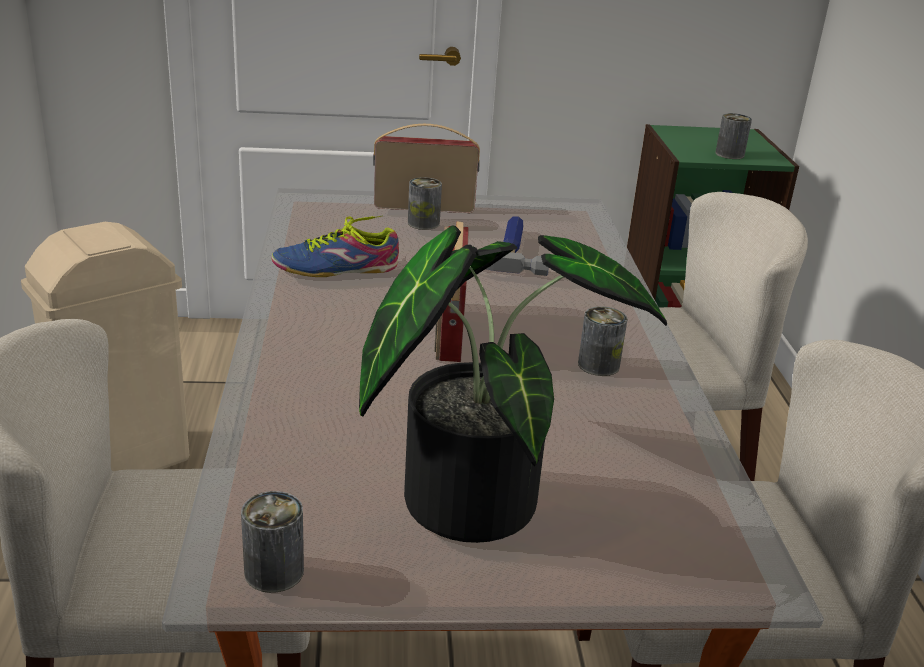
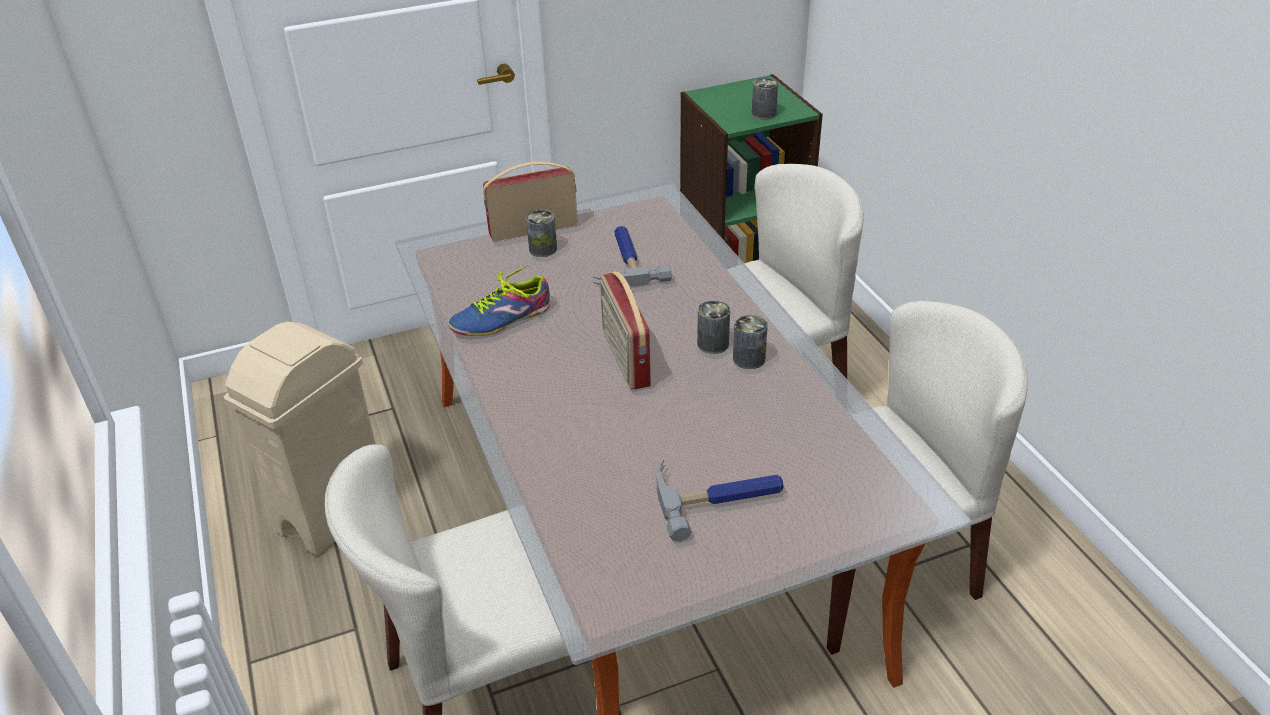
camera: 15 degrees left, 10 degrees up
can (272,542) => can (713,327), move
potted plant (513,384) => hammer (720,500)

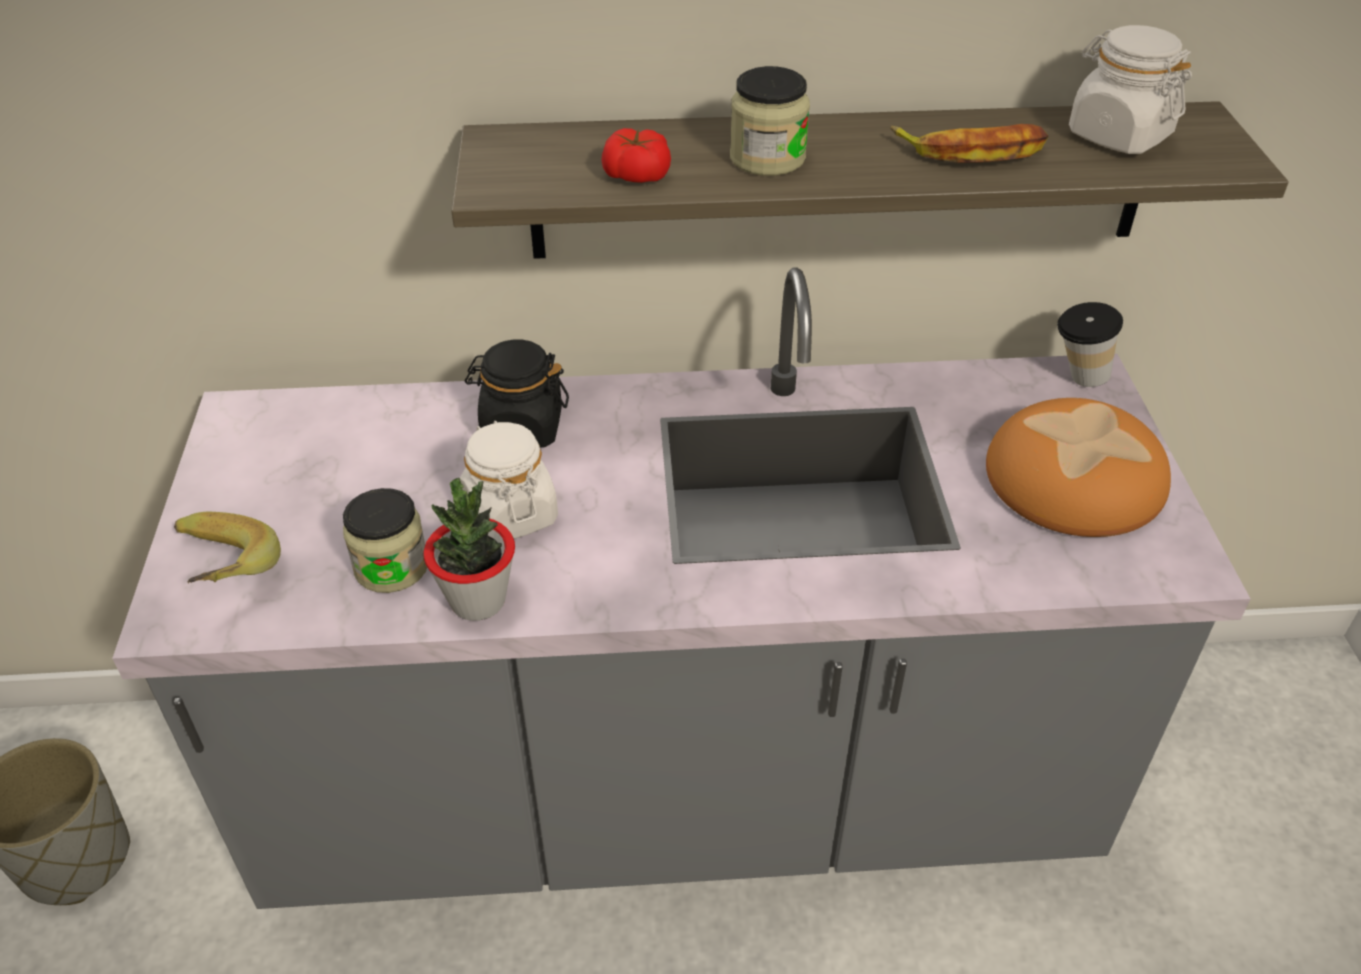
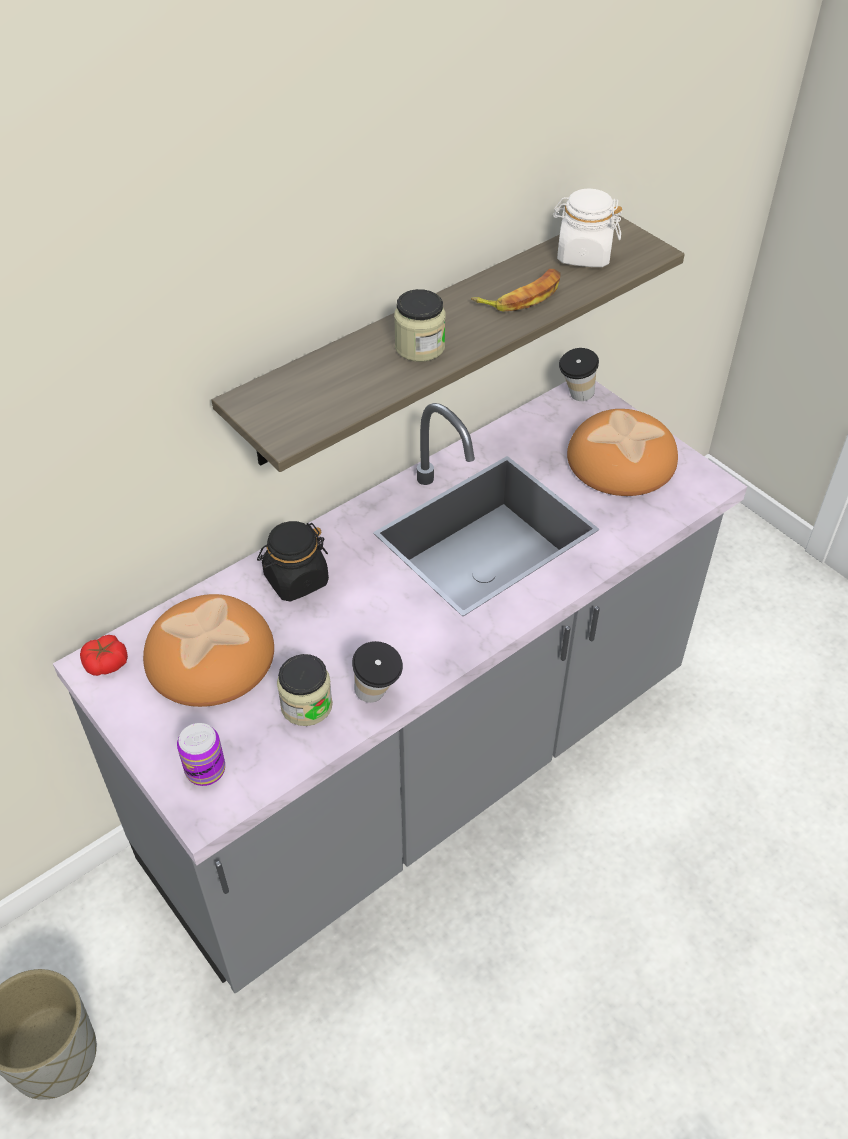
camera: 35 degrees left, 5 degrees up
banana (227,547) => can (201,754)
potted plant (469,549) => cup (377,672)
jar/white (509,480) => nothing
tomato (636,155) => tomato (104,655), move
nothing => bread (208,650)

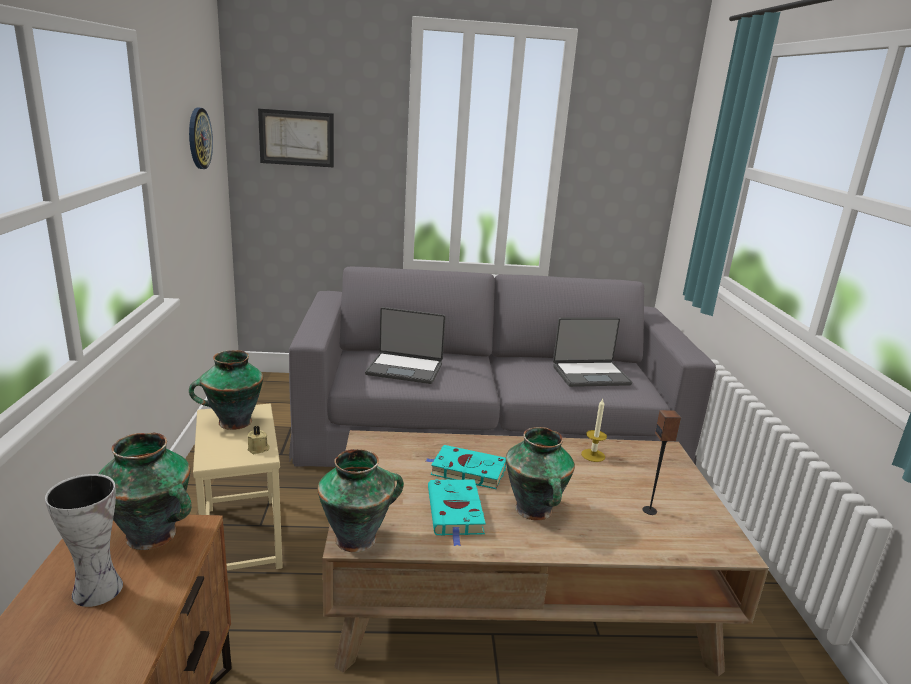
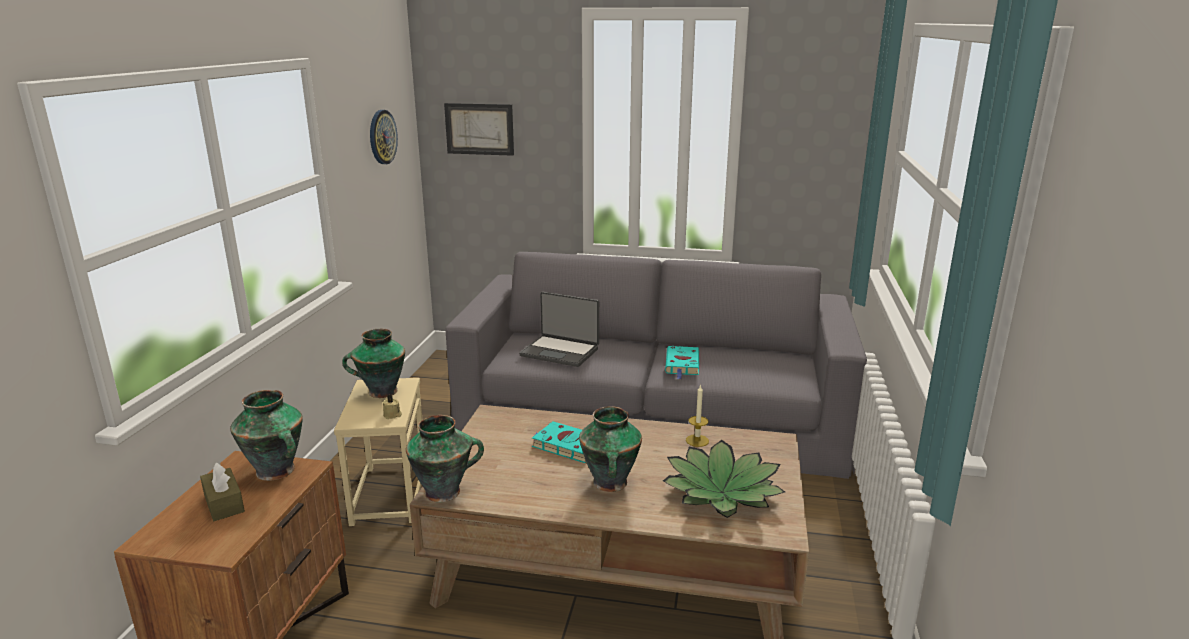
camera: 15 degrees right, 0 degrees up
vase (84,540) => tissue box/brown (222,492)
book/turquoise (457,512) => book/turquoise (682,362), move
laptop (592,352) => nothing
speaker (662,462) => potted plant (724,479)

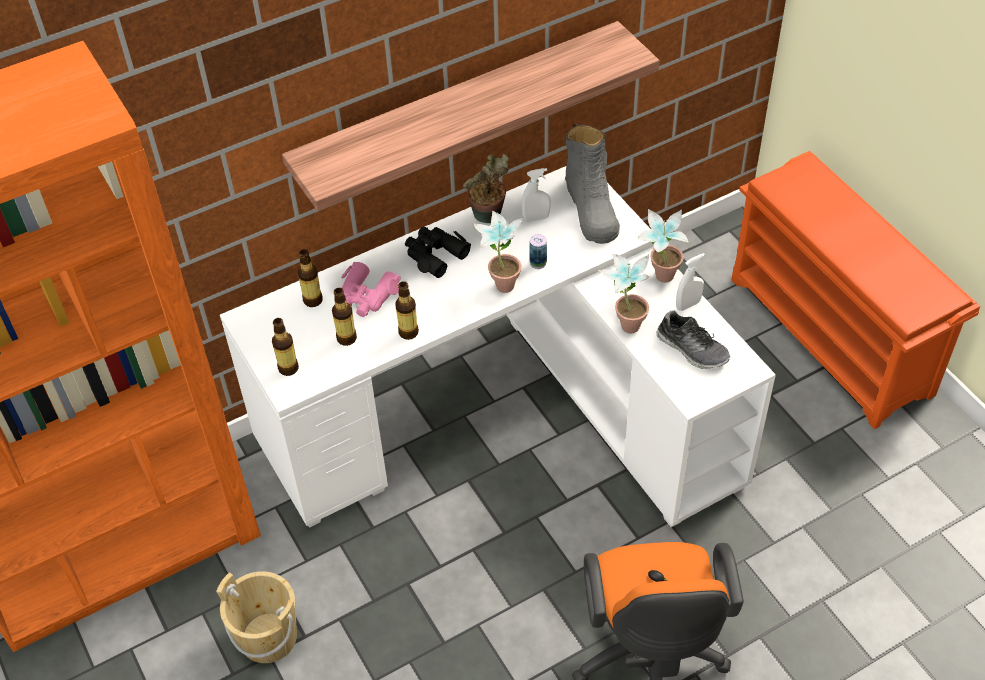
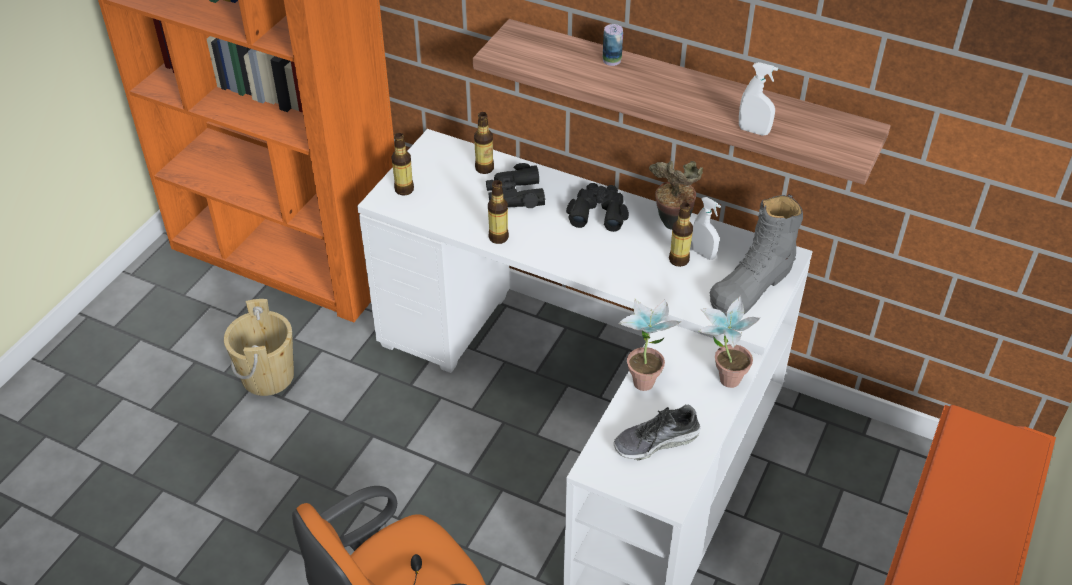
camera: 55 degrees right, 5 degrees down
bottle (344,317) => bottle (681,234), move
binoculars/pink (371,289) => binoculars/black (516,185)
potted plant (498,251) => nothing
can (538,251) => can (613,45), move
shoe (693,340) => shoe (657,433), 60 degrees clockwise
spray bottle/white (690,282) => spray bottle/white (758,98), move

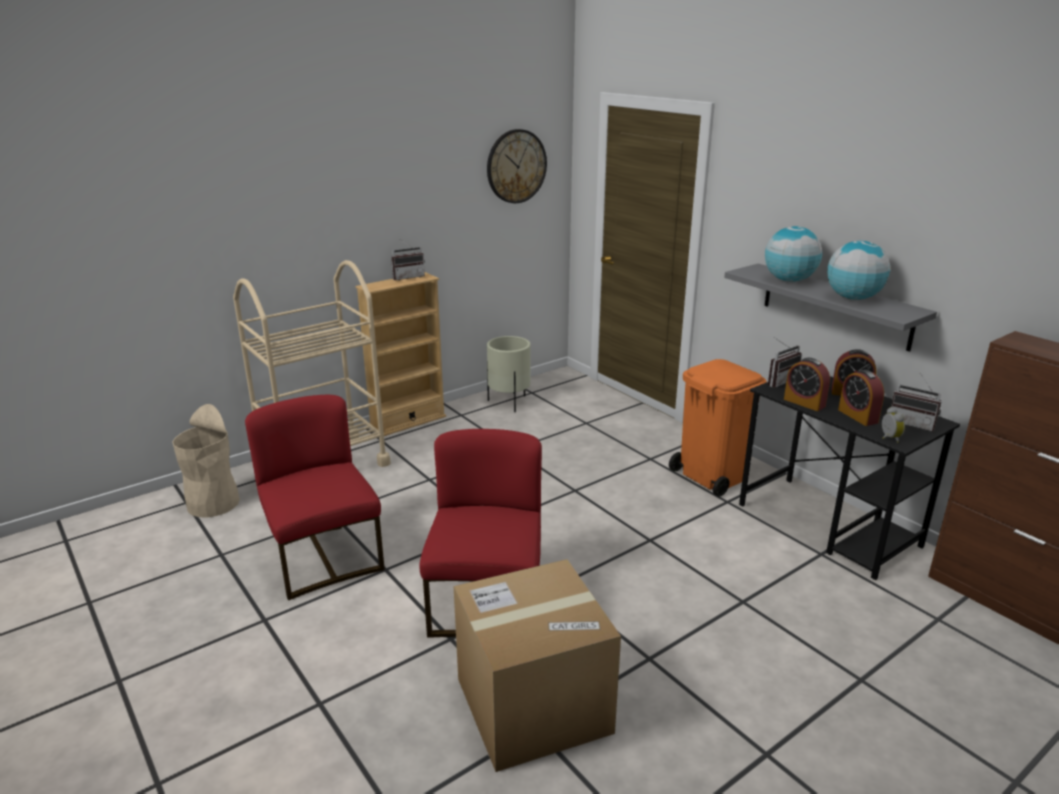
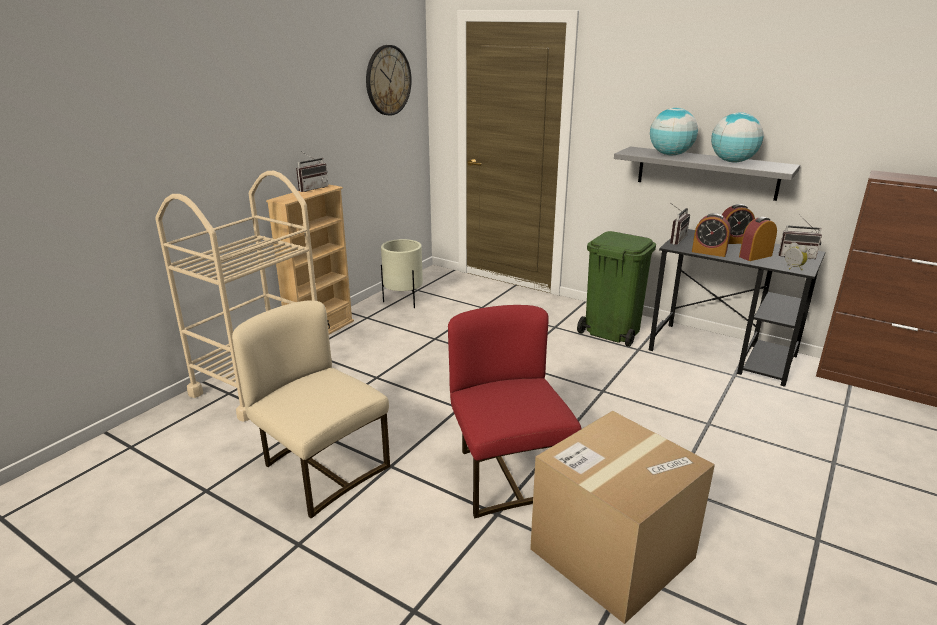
camera: 20 degrees left, 0 degrees up
trash can/beige (206,460) => nothing
chair/red (315,497) => chair/beige (311,409)
trash can/orange (718,428) => trash can/green (616,289)
alarm clock (861,398) => alarm clock (758,239), 105 degrees clockwise

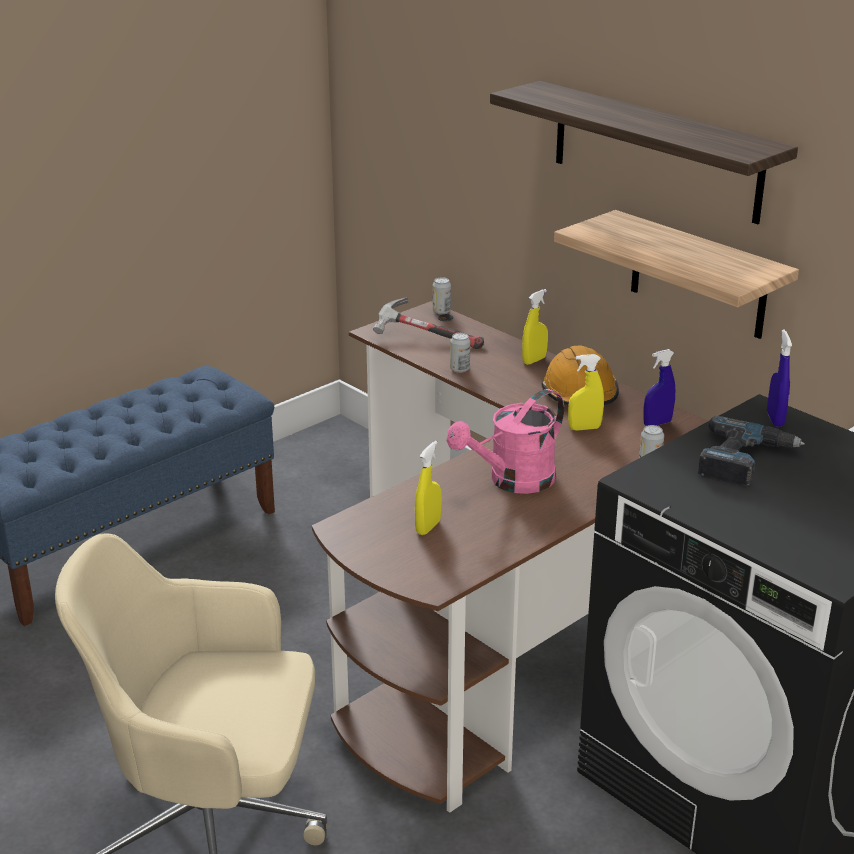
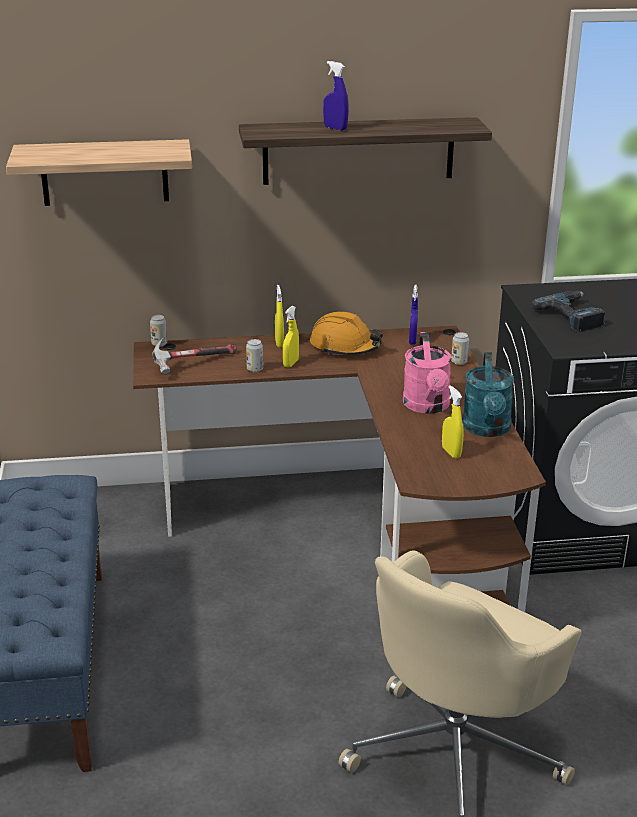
camera: 55 degrees left, 0 degrees up
shelf (676,274) => shelf (99,172), move
spray bottle/yellow (586,392) => spray bottle/yellow (291,337), move
spray bottle/blue (779,377) => spray bottle/blue (336,95), move
nothing => watering can/turquoise (488,394)

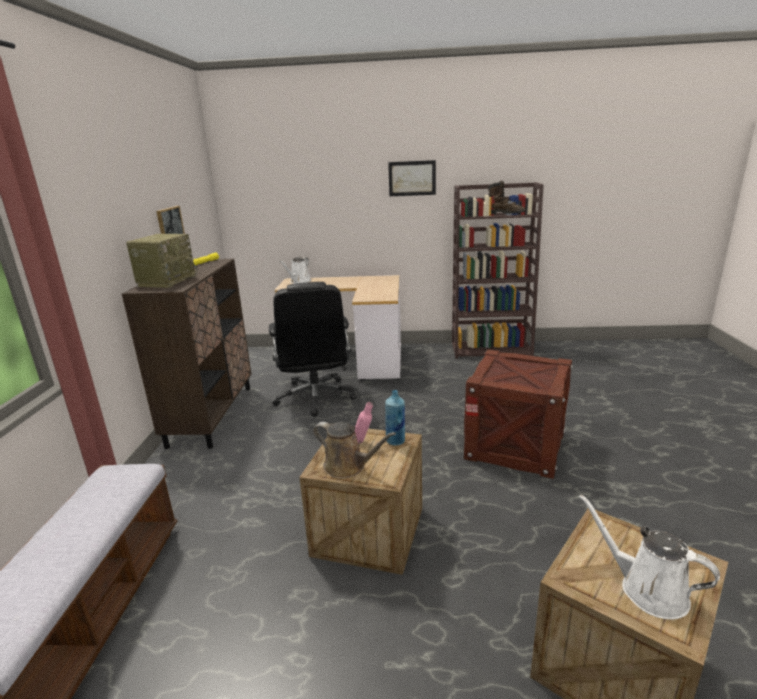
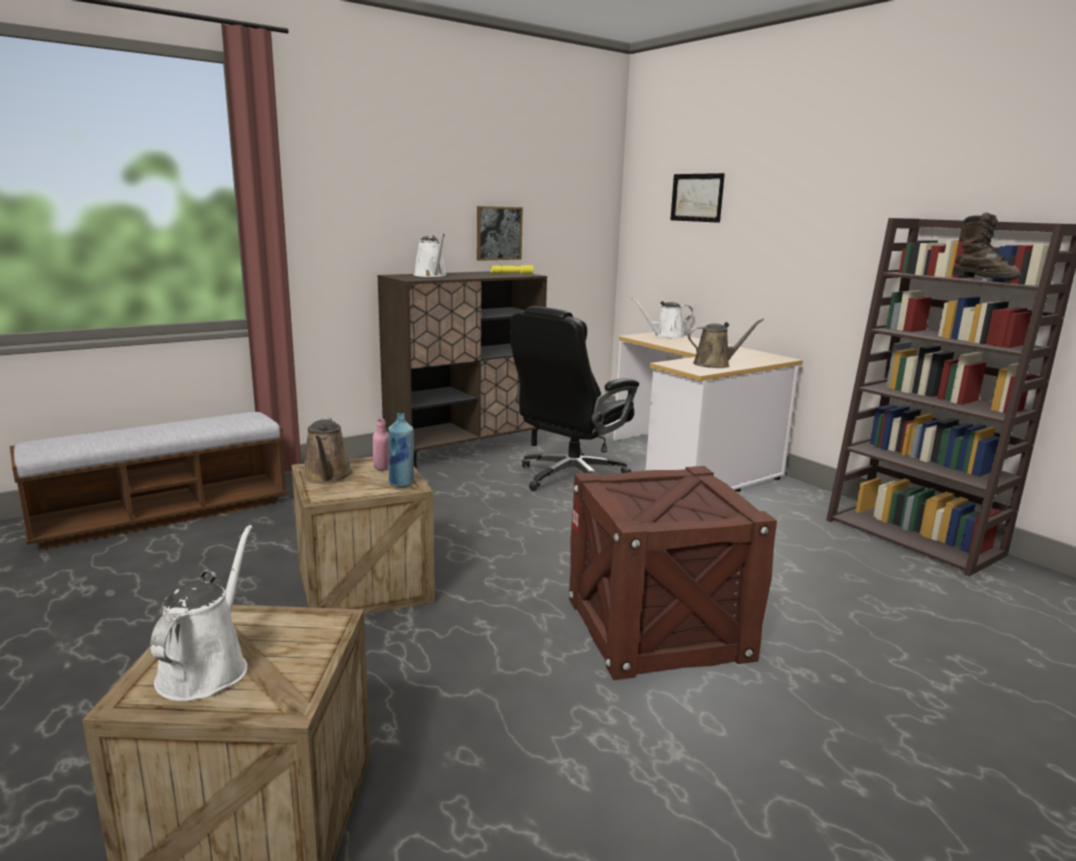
camera: 50 degrees right, 5 degrees down
radio (162,261) => watering can/white (430,255)
picture (412,178) => picture (697,198), move
nothing => watering can/brown (726,343)

